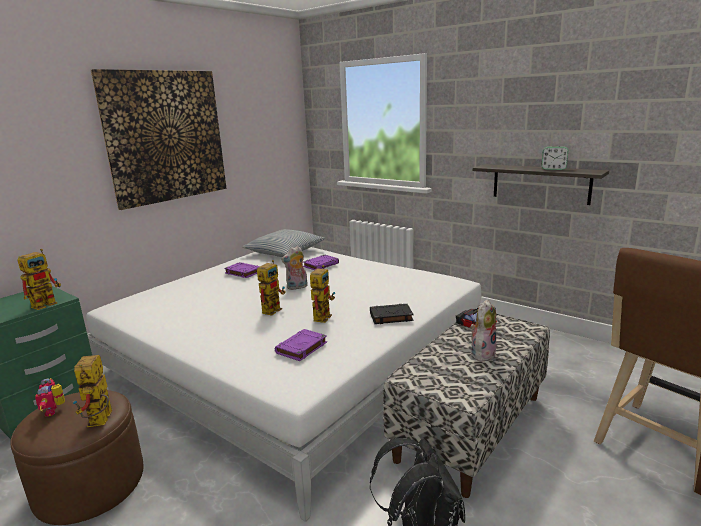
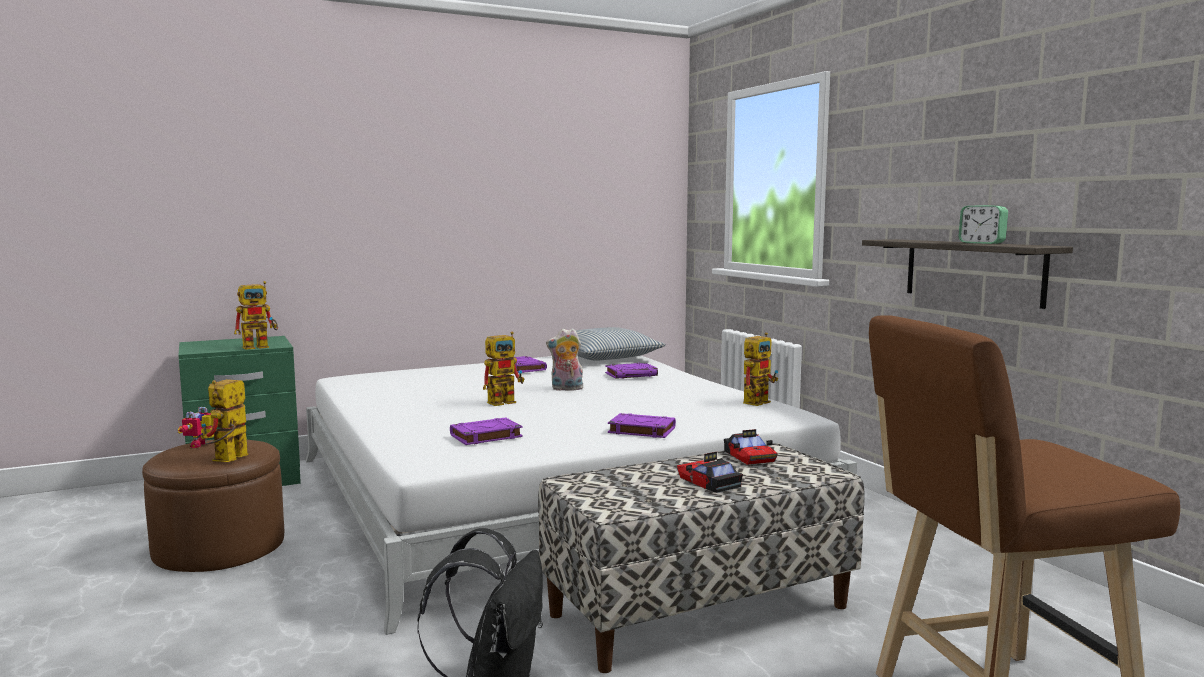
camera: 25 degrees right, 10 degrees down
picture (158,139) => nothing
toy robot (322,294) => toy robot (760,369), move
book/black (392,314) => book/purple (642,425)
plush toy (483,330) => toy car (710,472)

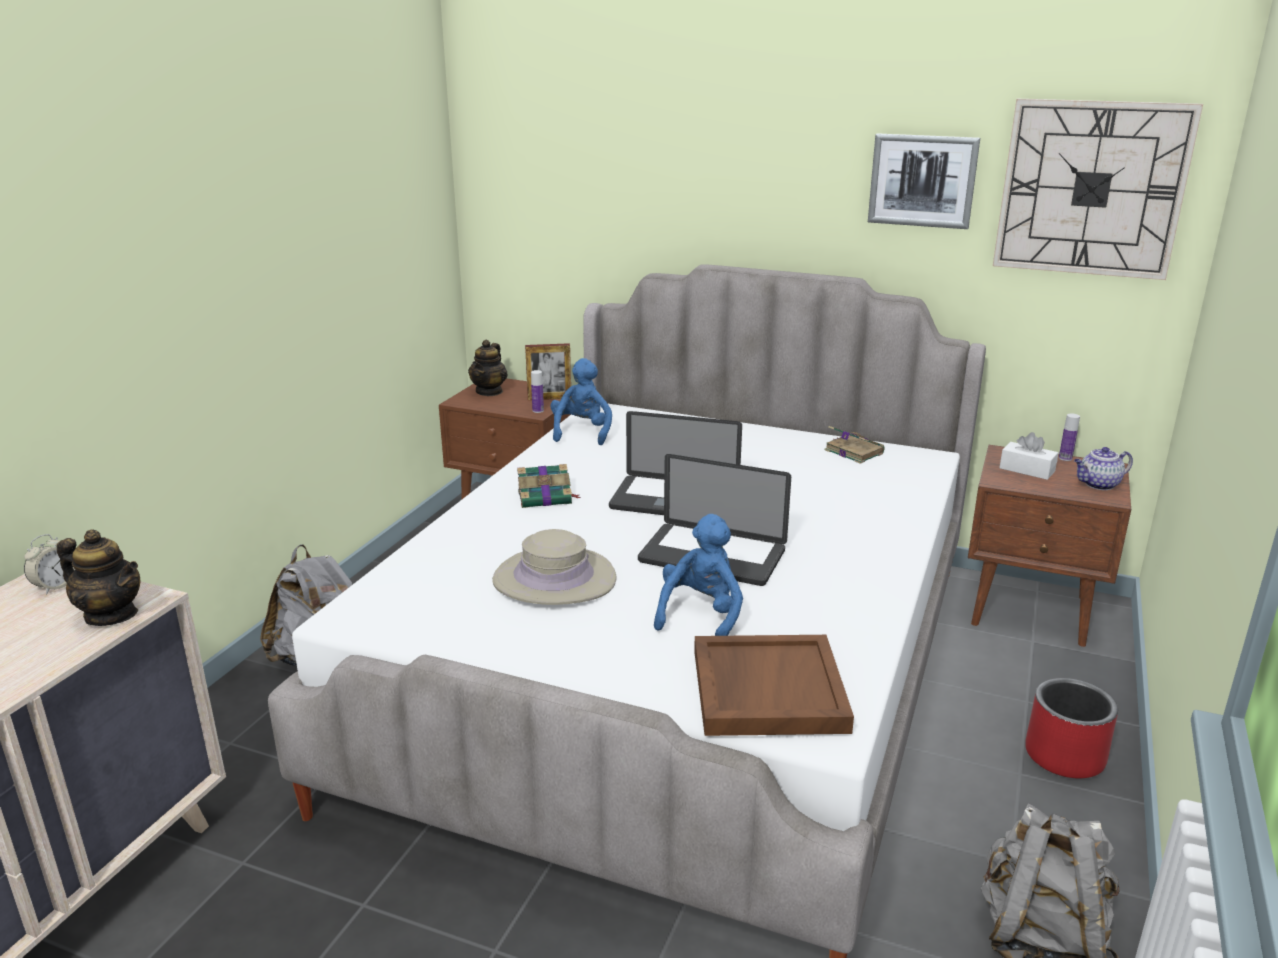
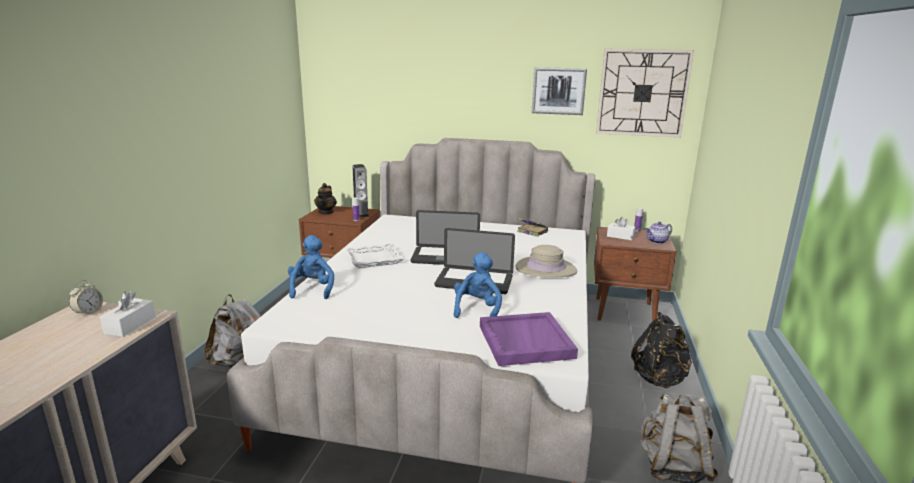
camera: 10 degrees left, 5 degrees down
teapot (98,577) => tissue box/white (128,314)
hat/beige (554,567) => hat/beige (546,261), move
book (549,486) => tray/white (374,255)
picture frame (548,371) => speaker (360,190)
plush toy/blue (581,401) => plush toy/blue (311,267), move
tray/brown (774,685) => tray/purple (529,339)
planter/red (1071,728) => backpack/black (661,350)

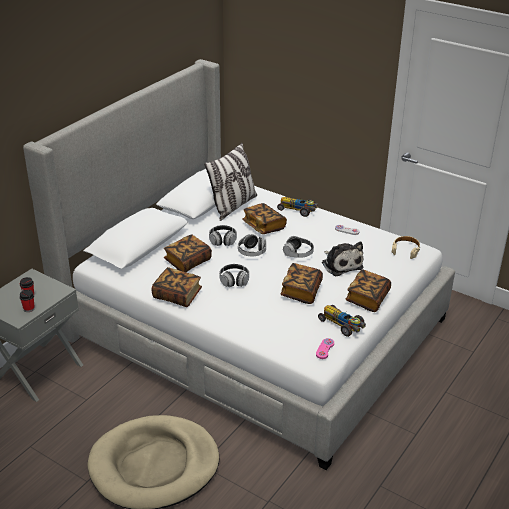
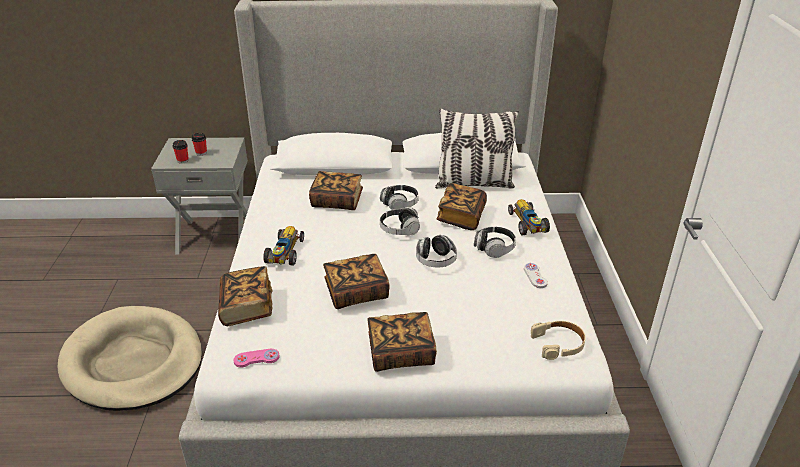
camera: 55 degrees right, 0 degrees up
book (176,287) => book (245,296), move
headphones (234,275) => headphones (495,242), move
toy car (342,321) => toy car (283,246), move
plush toy (342,258) => nothing

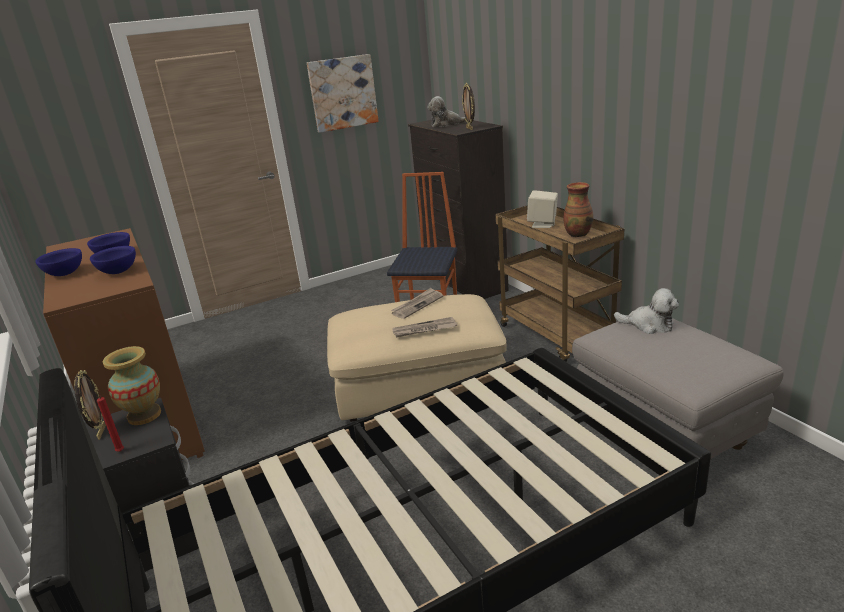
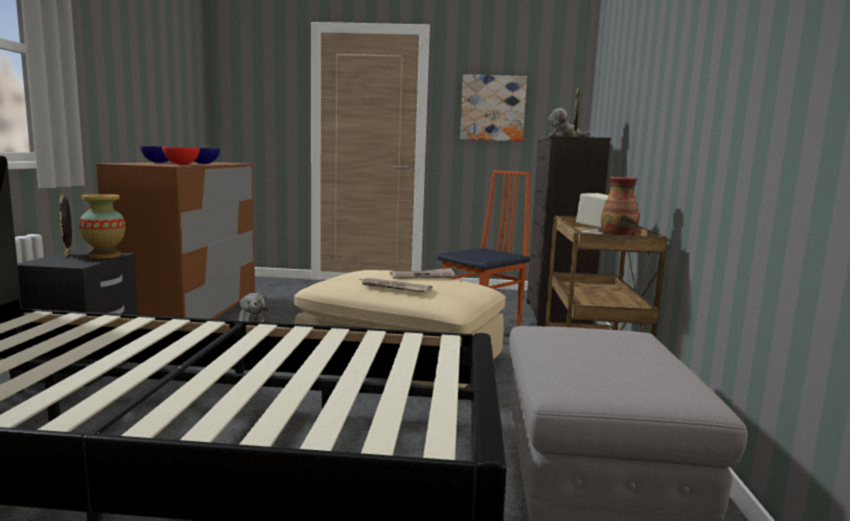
camera: 30 degrees right, 15 degrees down
picture frame (90,405) => picture frame (66,225), 135 degrees clockwise
bowl/blue (113,260) => bowl/red (181,156)
candle/red (110,424) => nothing
plush toy (646,311) => plush toy (253,307), move

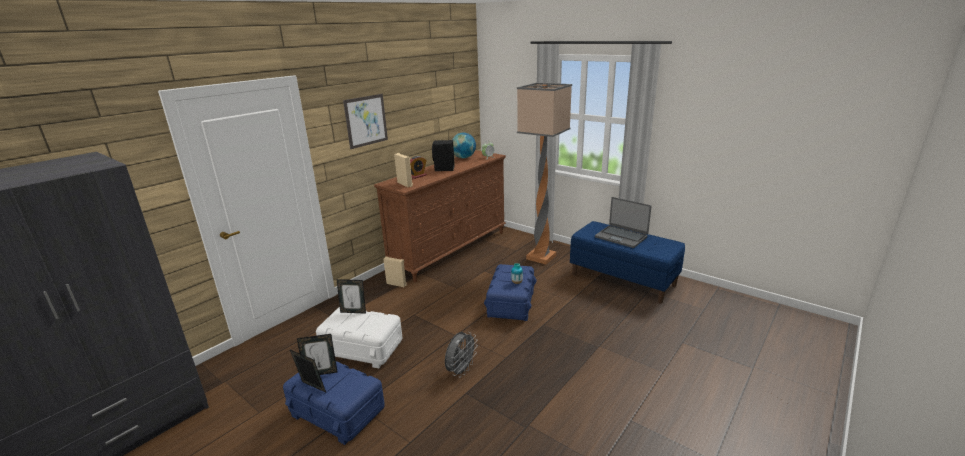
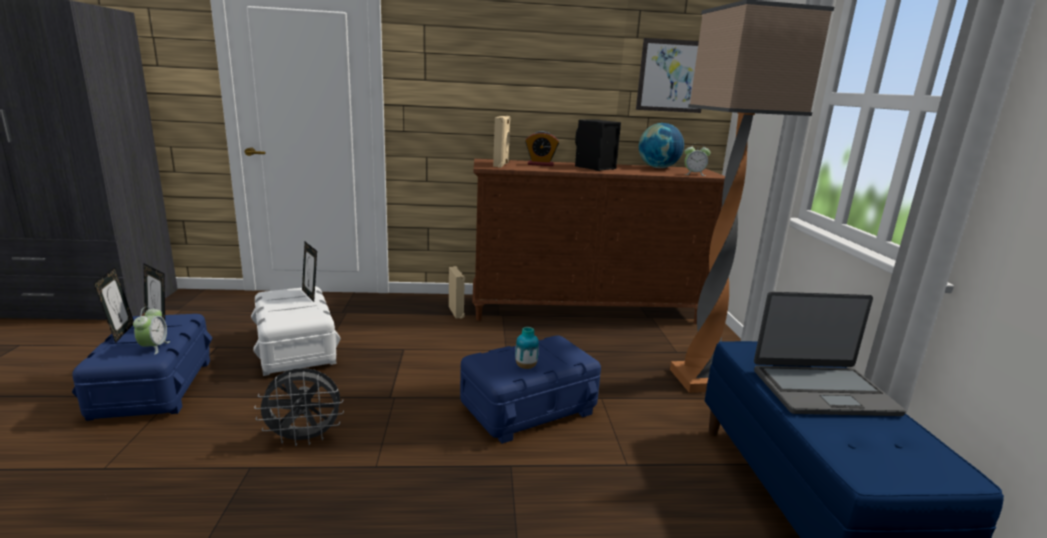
camera: 45 degrees right, 5 degrees down
picture (365,121) => picture (668,75), move
laptop (623,222) => laptop (830,354), 90 degrees counterclockwise
nothing => alarm clock (151,331)

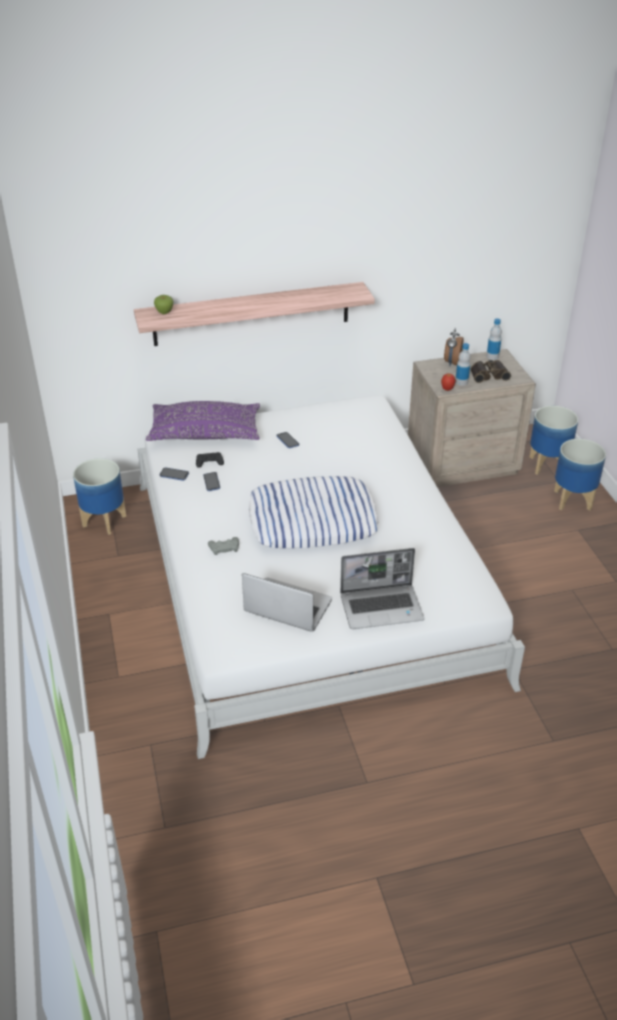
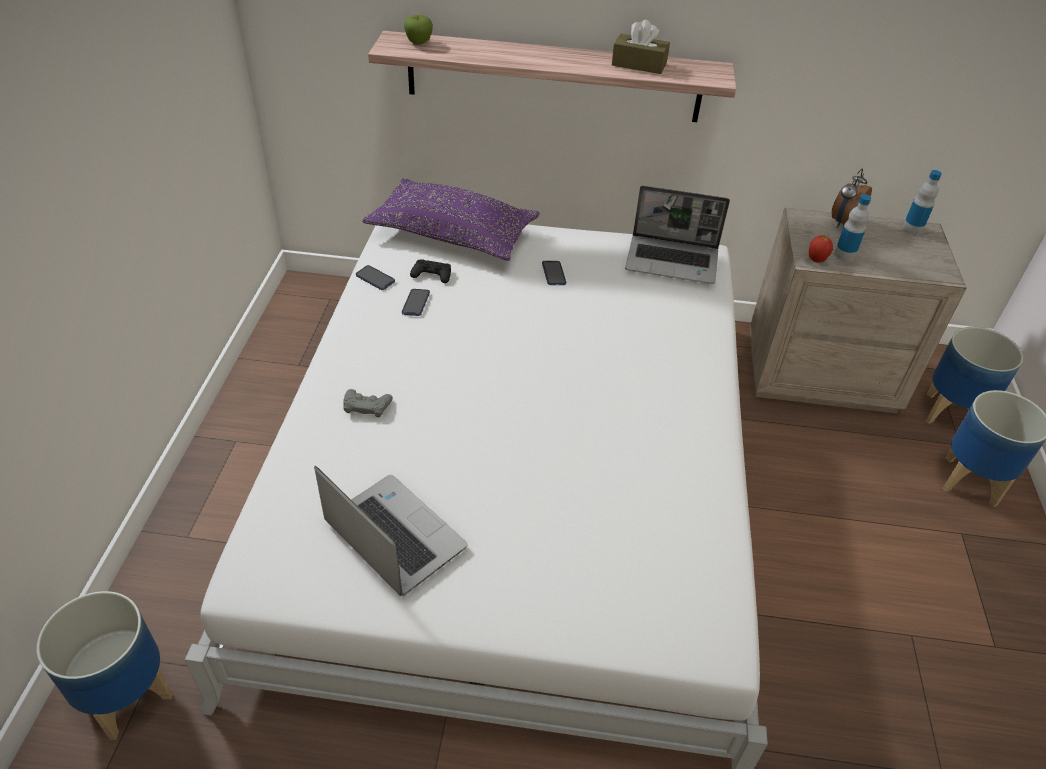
camera: 20 degrees right, 5 degrees up
planter (99,496) => planter (105,665), move
pillow (313,512) => nothing
laptop (382,588) => laptop (677,235), move
binoculars (490,371) => nothing
nothing => tissue box/brown (641,47)

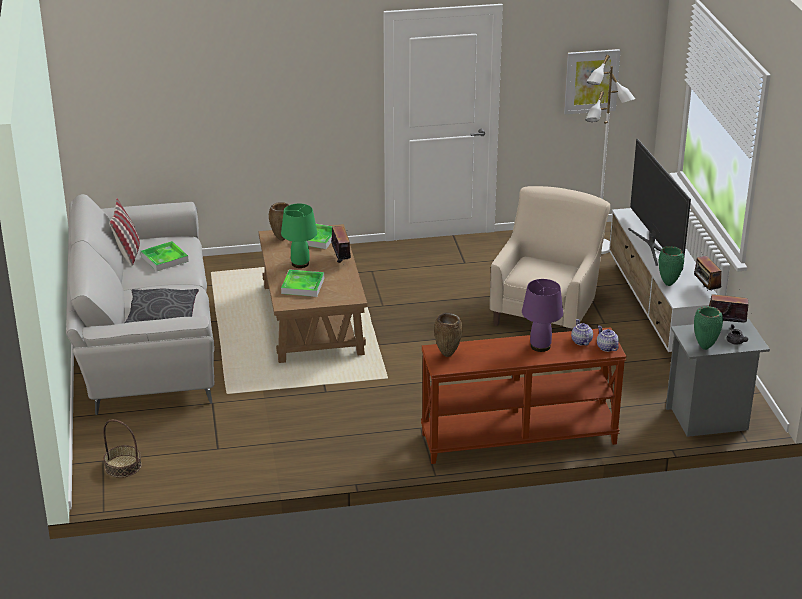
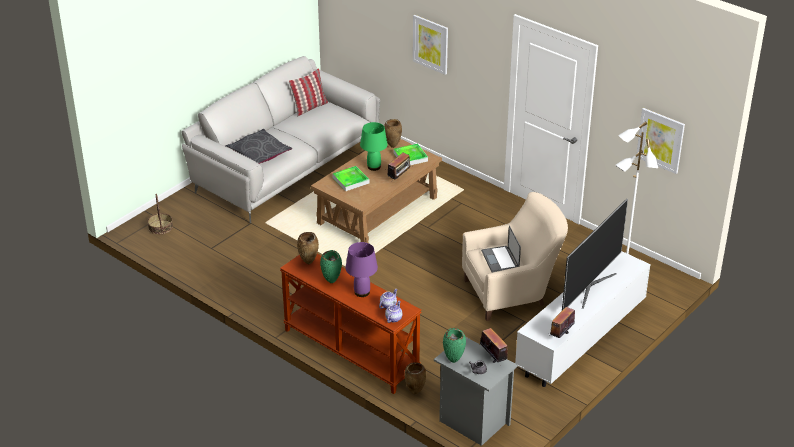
camera: 50 degrees right, 5 degrees up
tray (165,256) => nothing
vase/green (671,266) => vase/green (331,266), move
nothing => vase/brown (415,378)
nothing => picture (430,45)
nothing => laptop (501,249)

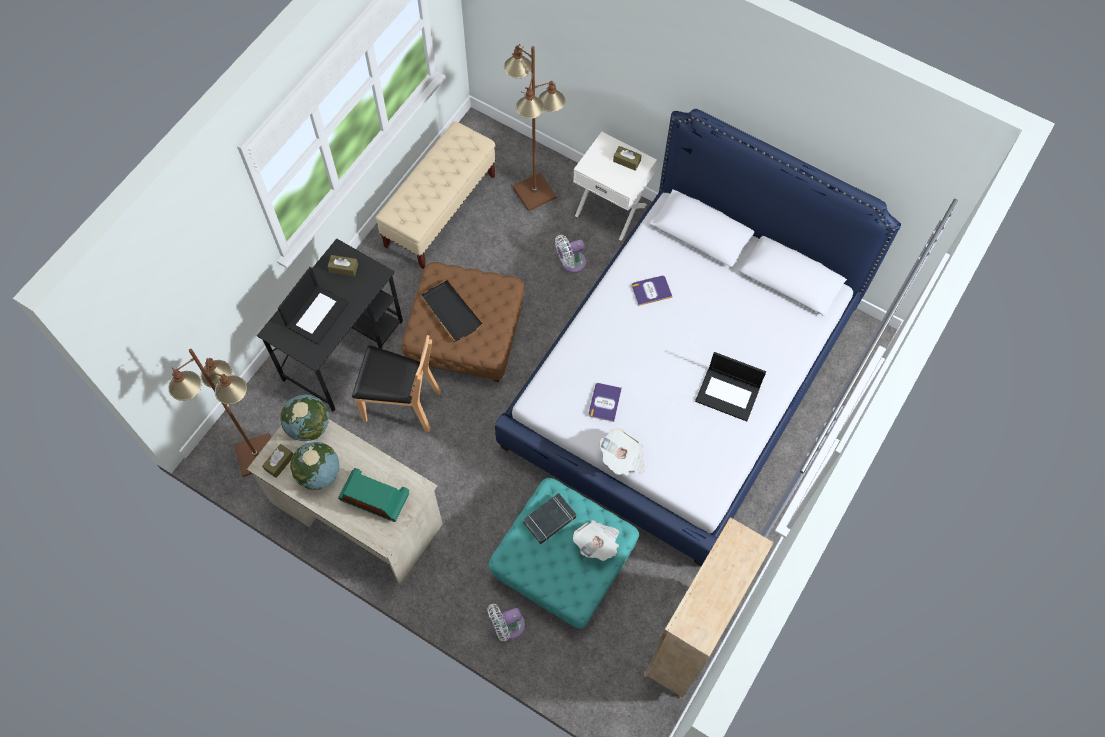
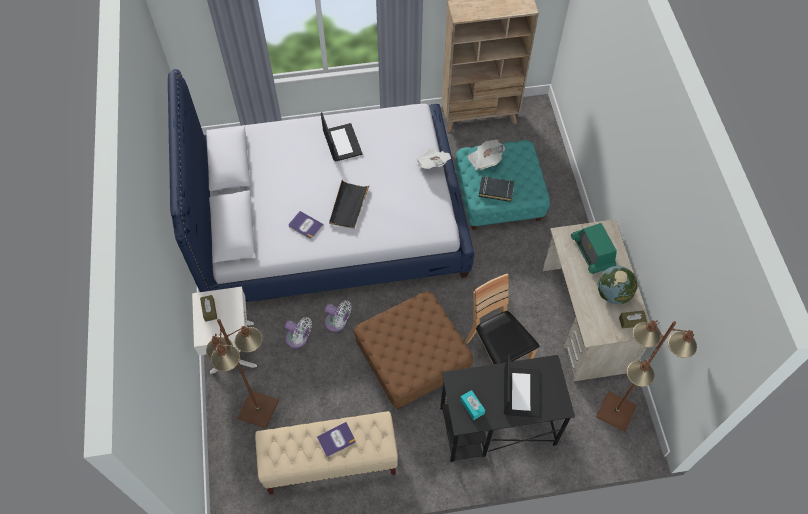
camera: 130 degrees left, 5 degrees down
laptop (313,306) => laptop (522,386), 105 degrees clockwise
globe (304,417) => nothing
tissue box/brown (342,266) => tissue box/turquoise (472,405)
tray/black (452,311) => tray/black (349,204), move
fan/white (506,622) => fan/white (338,316), move
book (605,402) => book (336,439), move

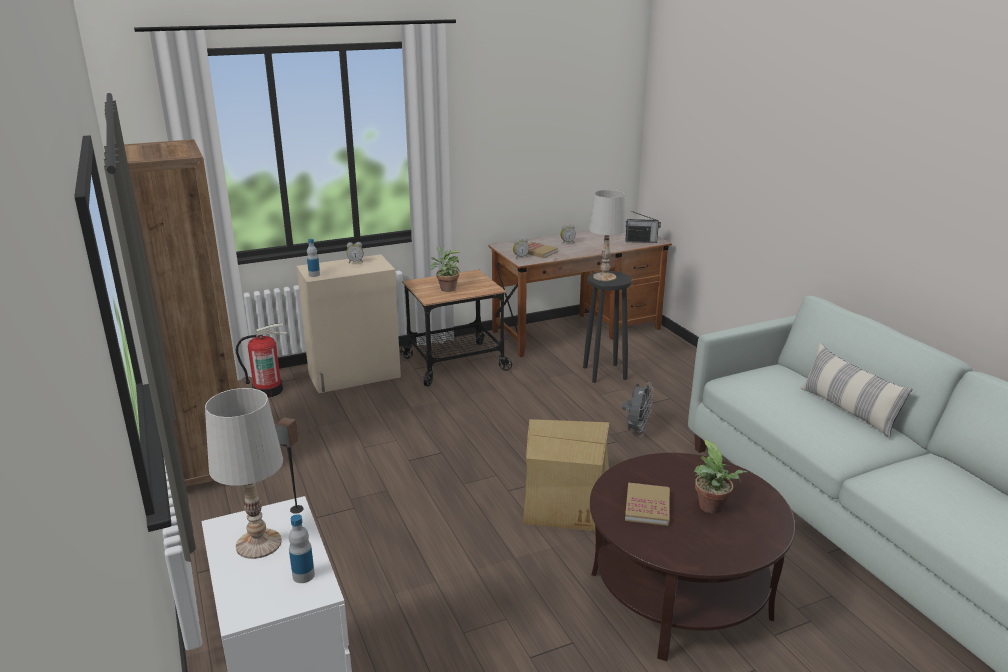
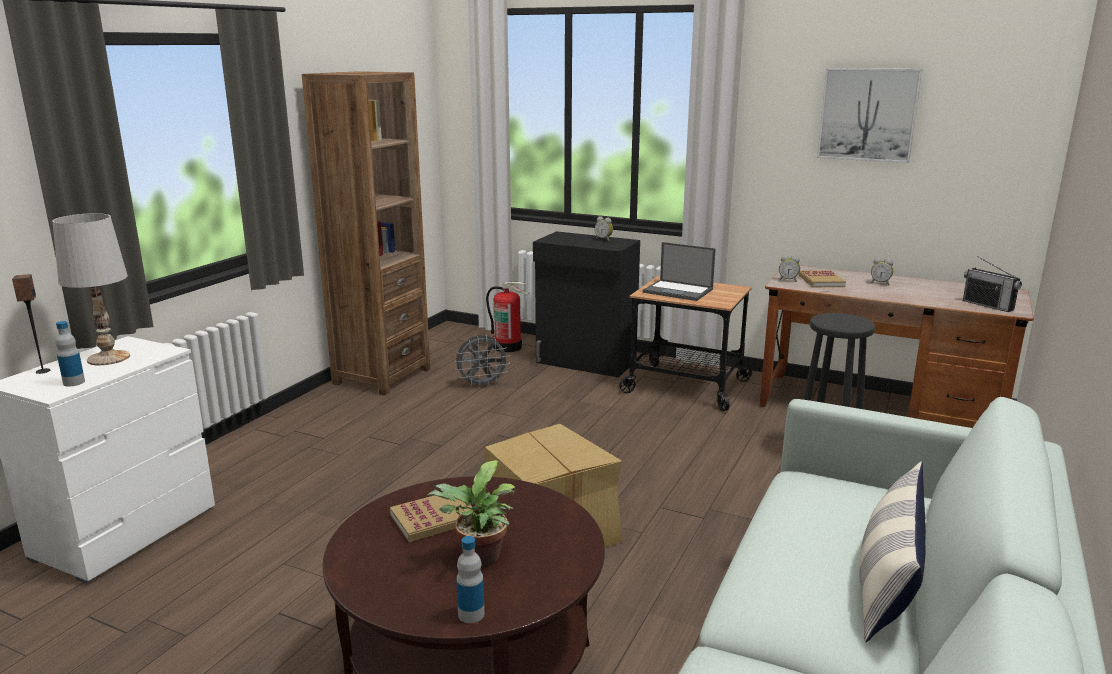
camera: 50 degrees right, 5 degrees down
speaker (289,465) => speaker (31,324), move
cabinet/beige (349,323) => cabinet/black (586,304)
bottle (313,258) => bottle (470,579), move
potted plant (445,269) => laptop (679,271)
table lamp/white (607,235) => nothing
fan/grey (637,409) => fan/grey (482,362), move
nothing => picture (869,115)

